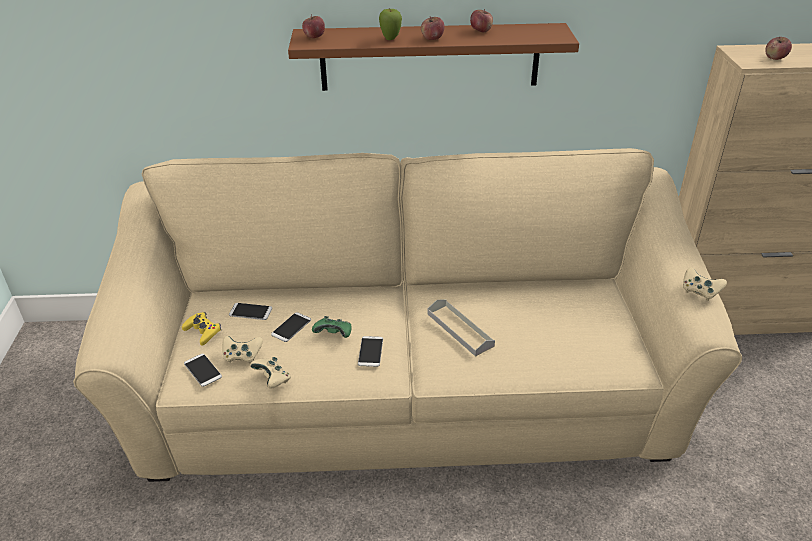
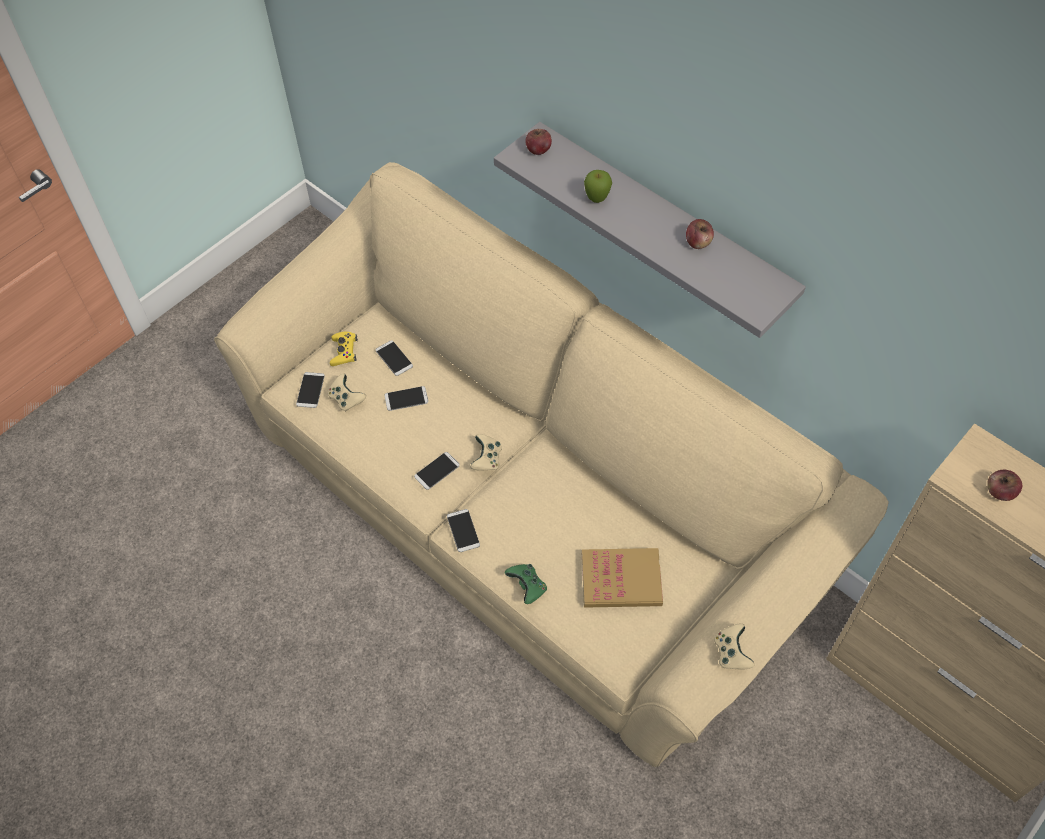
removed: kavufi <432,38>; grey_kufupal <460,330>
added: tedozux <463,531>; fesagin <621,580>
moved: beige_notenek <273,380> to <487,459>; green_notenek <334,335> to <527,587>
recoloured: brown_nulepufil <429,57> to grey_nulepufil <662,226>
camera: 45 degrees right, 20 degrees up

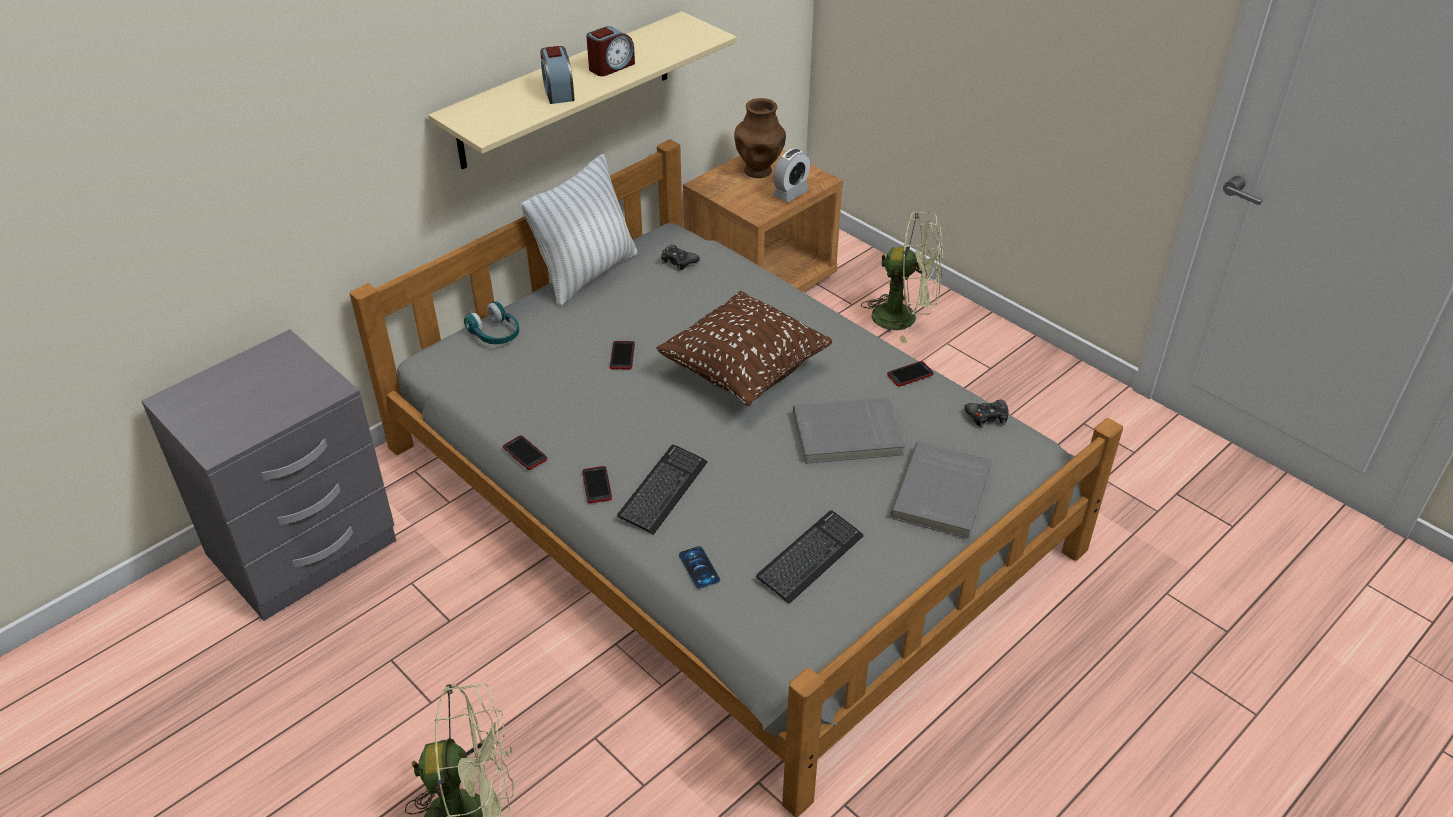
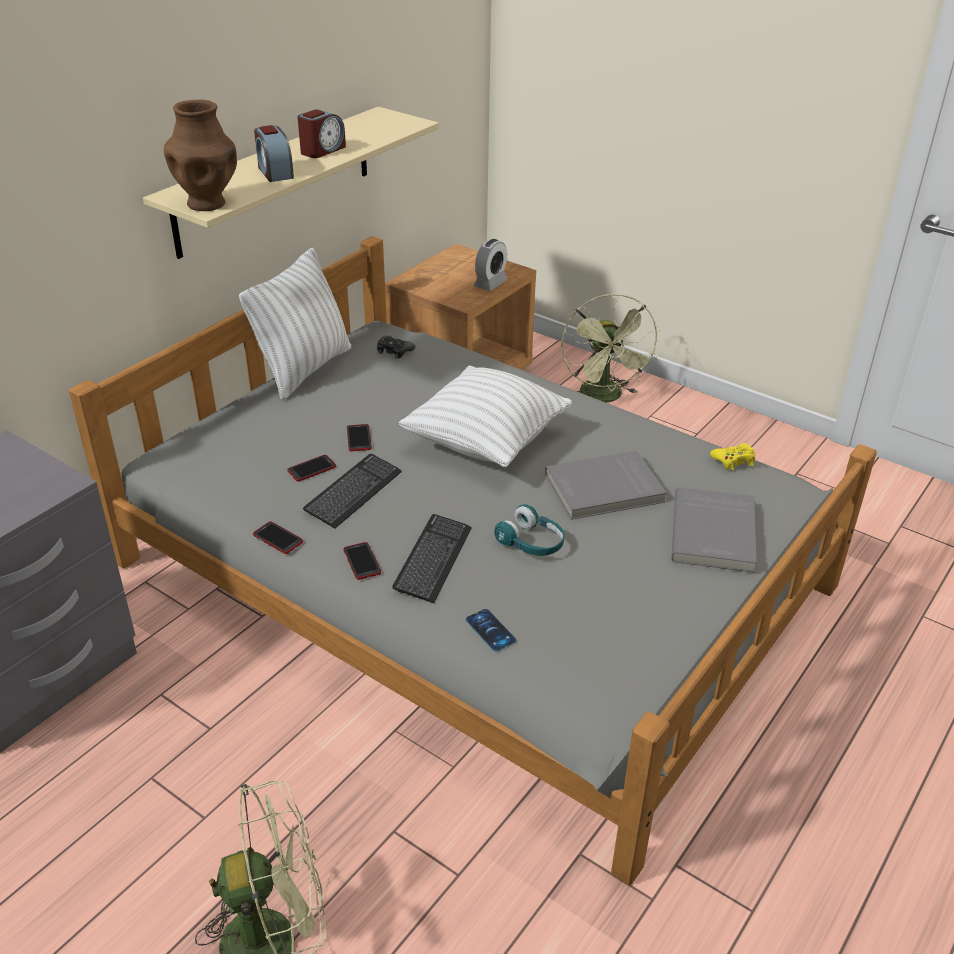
moved: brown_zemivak <759,171> to <207,204>; tedozux <910,374> to <312,469>; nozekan <810,558> to <353,492>; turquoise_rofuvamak <495,334> to <531,543>
recoloured: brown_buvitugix <744,372> to white_buvitugix <486,443>; black_notenek <987,417> to yellow_notenek <734,461>
turned: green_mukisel <904,318> = <605,397> 75 degrees clockwise
camera: 10 degrees left, 5 degrees down

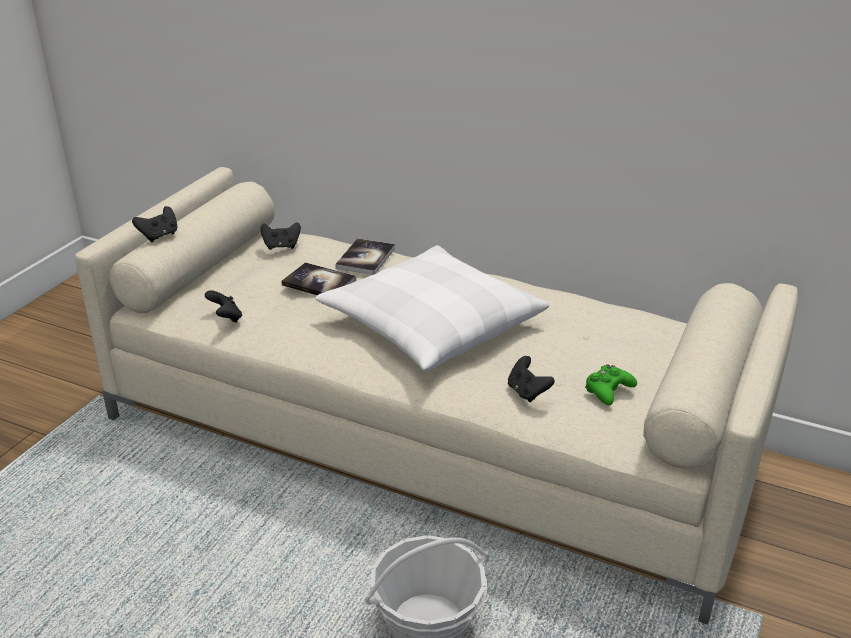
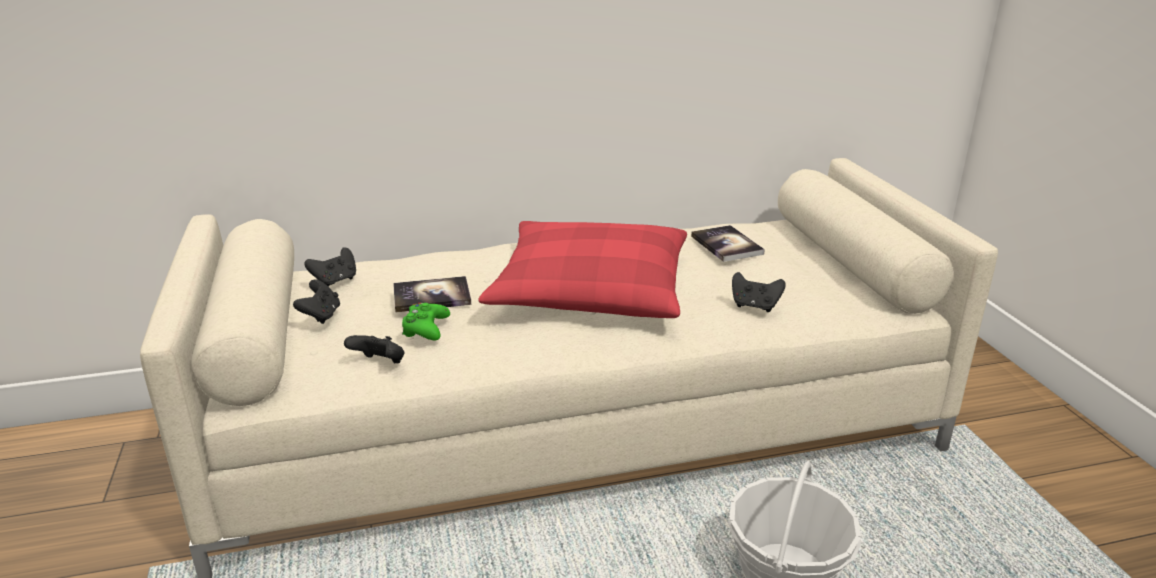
moved: black_notenek <159,236> to <321,316>; green_notenek <608,390> to <425,328>; fesagin <365,258> to <726,245>
recoloured: white_buvitugix <431,324> to red_buvitugix <590,290>
camera: 40 degrees left, 5 degrees down

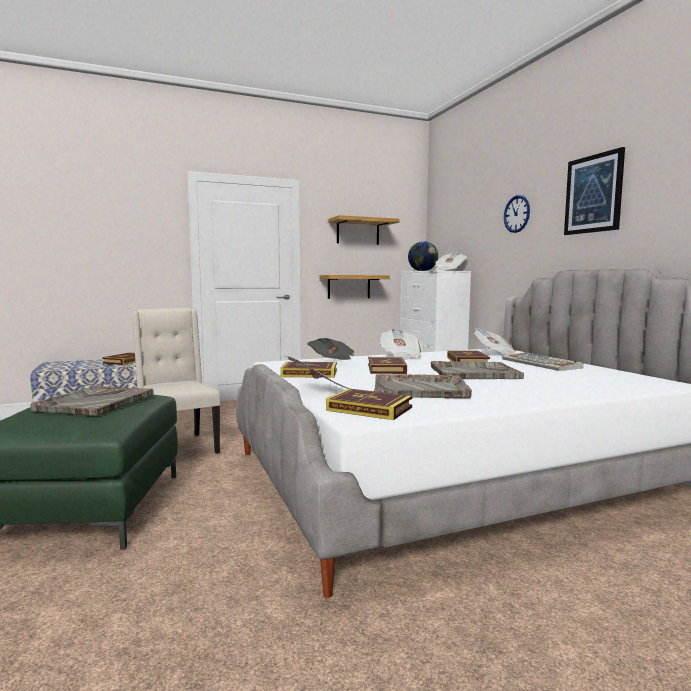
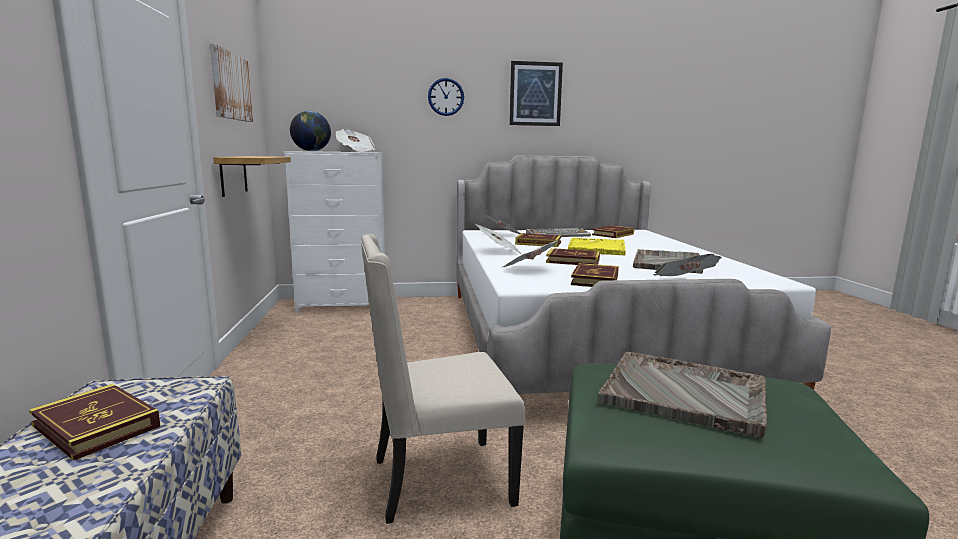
moved: fesagin <369,409> to <613,234>
replaced: nulepufil <358,232> to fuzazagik <231,86>
recoloured: grey_kufupal <473,372> to yellow_kufupal <596,248>
camera: 75 degrees left, 5 degrees up

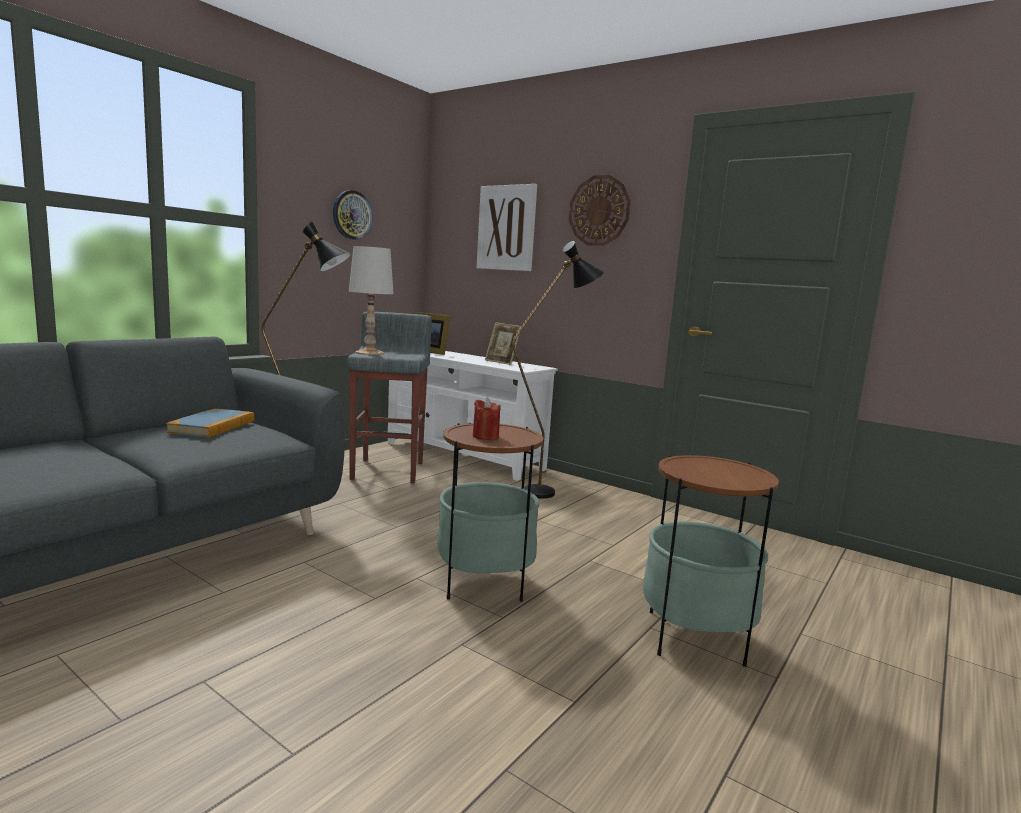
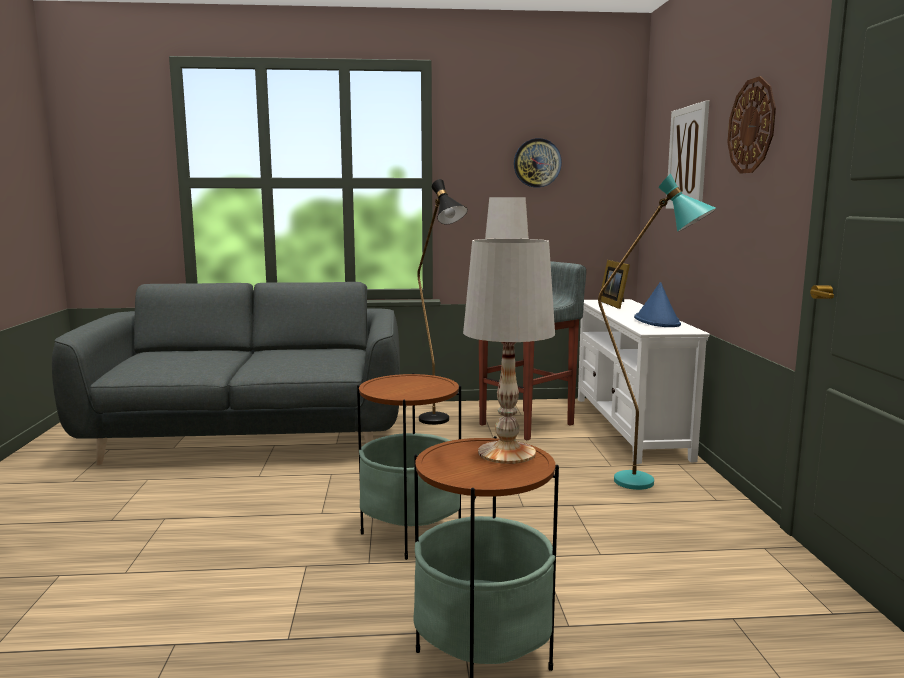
removed: fesagin <212,426>; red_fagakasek <485,436>
added: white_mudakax <506,452>
replaced: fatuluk <501,362> to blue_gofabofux <657,321>
recoloured: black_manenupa <550,492> to turquoise_manenupa <649,484>
camera: 50 degrees right, 0 degrees up

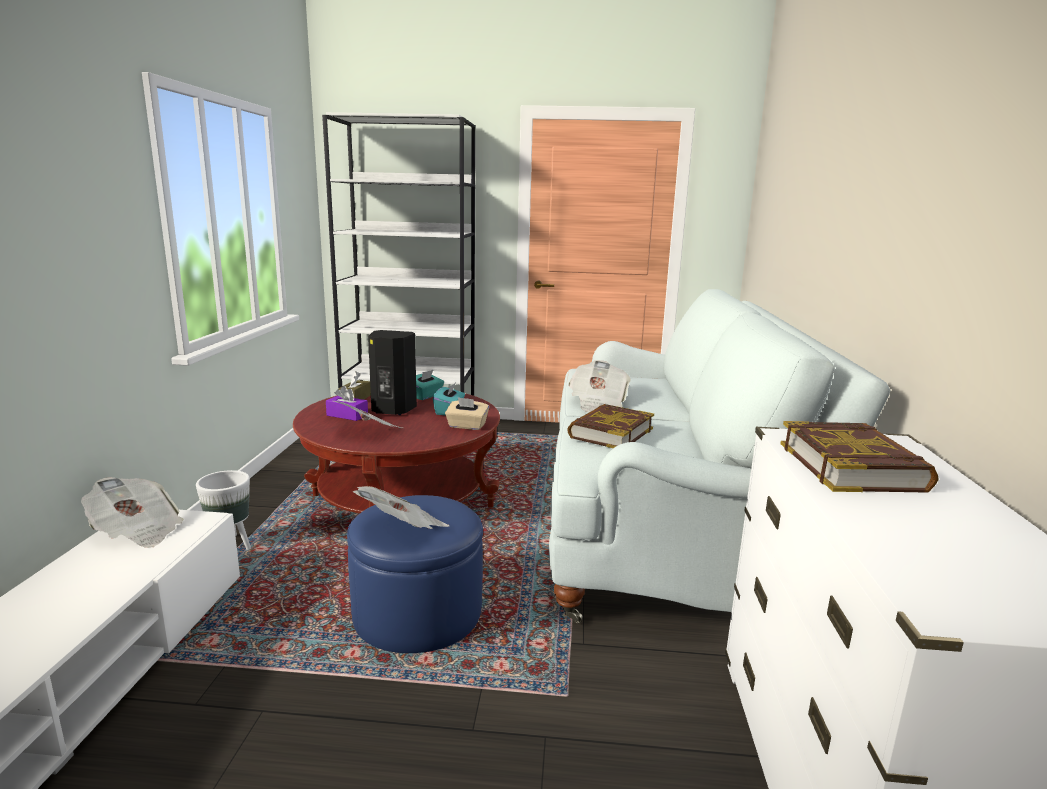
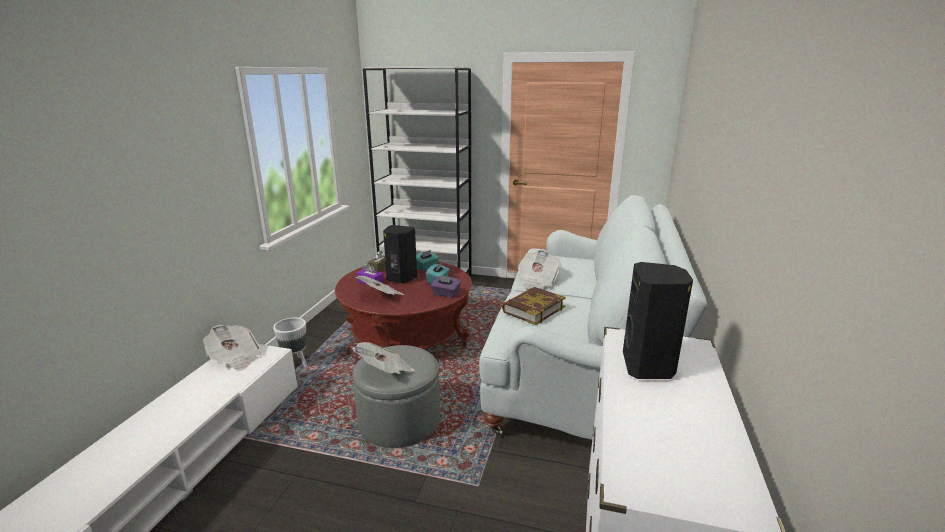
replaced: fesagin <851,466> to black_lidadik <649,366>
recoloured: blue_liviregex <418,613> to grey_liviregex <399,420>; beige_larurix <467,426> to purple_larurix <445,294>
camera: 10 degrees right, 5 degrees up

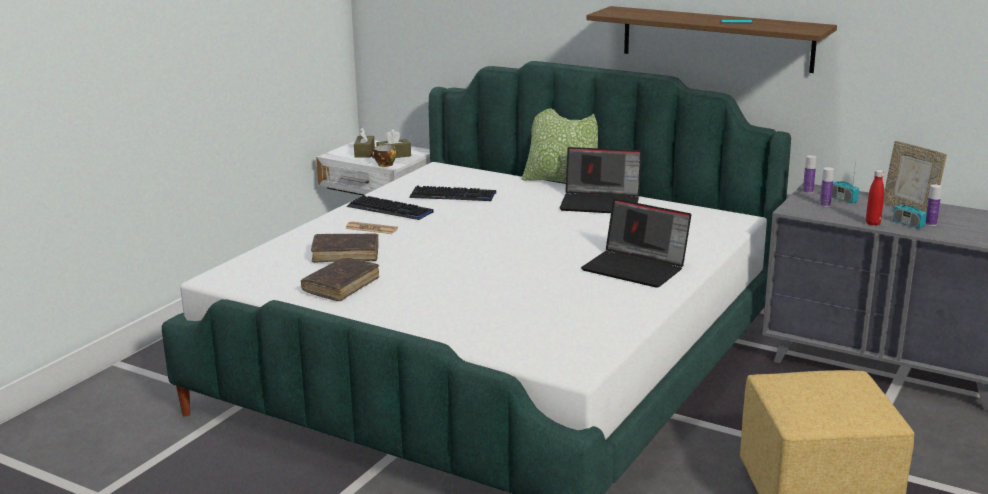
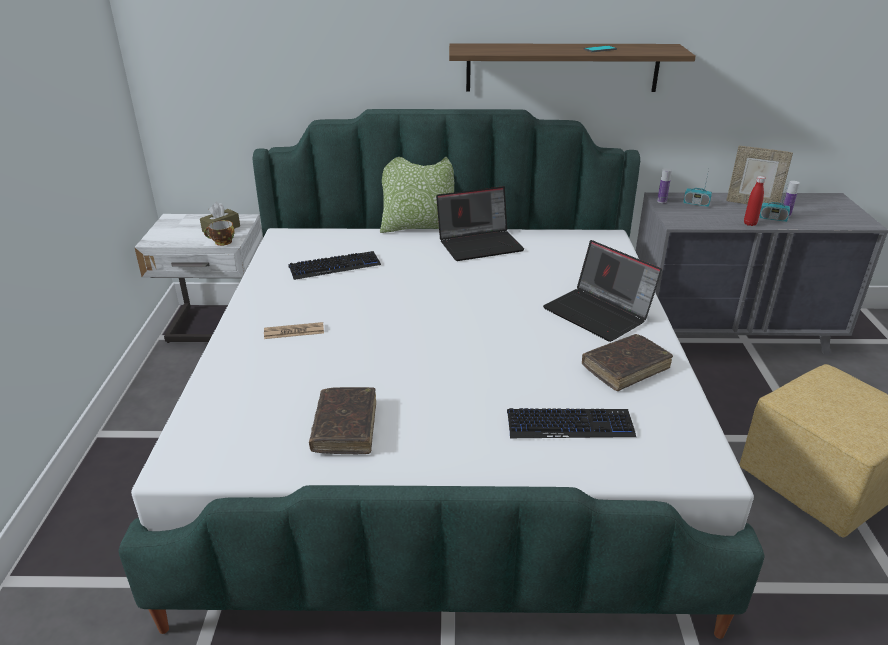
removed: brown_larurix <364,153>; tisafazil <825,205>
moved: nozekan <390,210> to <569,425>; brown_fesagin <346,254> to <625,368>
turned: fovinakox <636,268> = <599,313> 45 degrees clockwise
camera: 30 degrees left, 10 degrees up

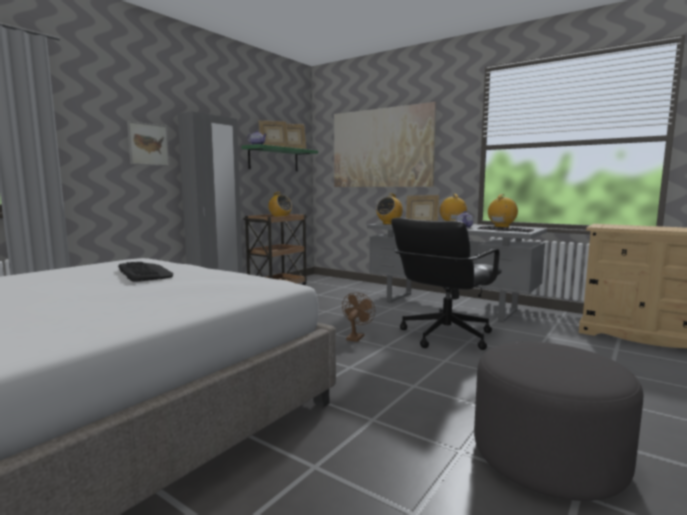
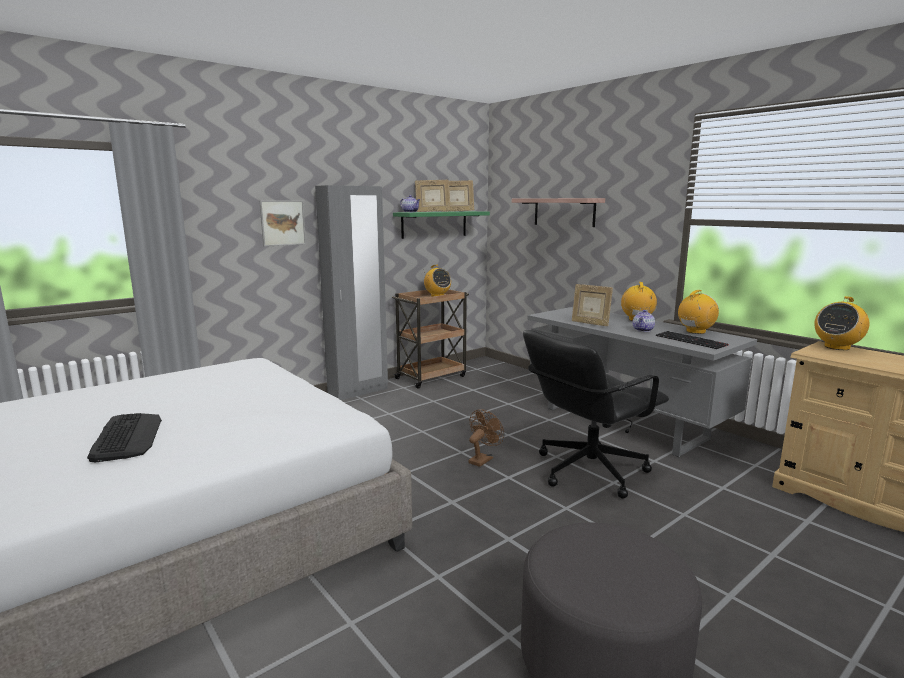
moved: nozekan <144,272> to <127,437>; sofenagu <389,224> to <837,347>
replaced: fuzazagik <381,148> to nulepufil <564,212>
camera: 15 degrees right, 5 degrees up

